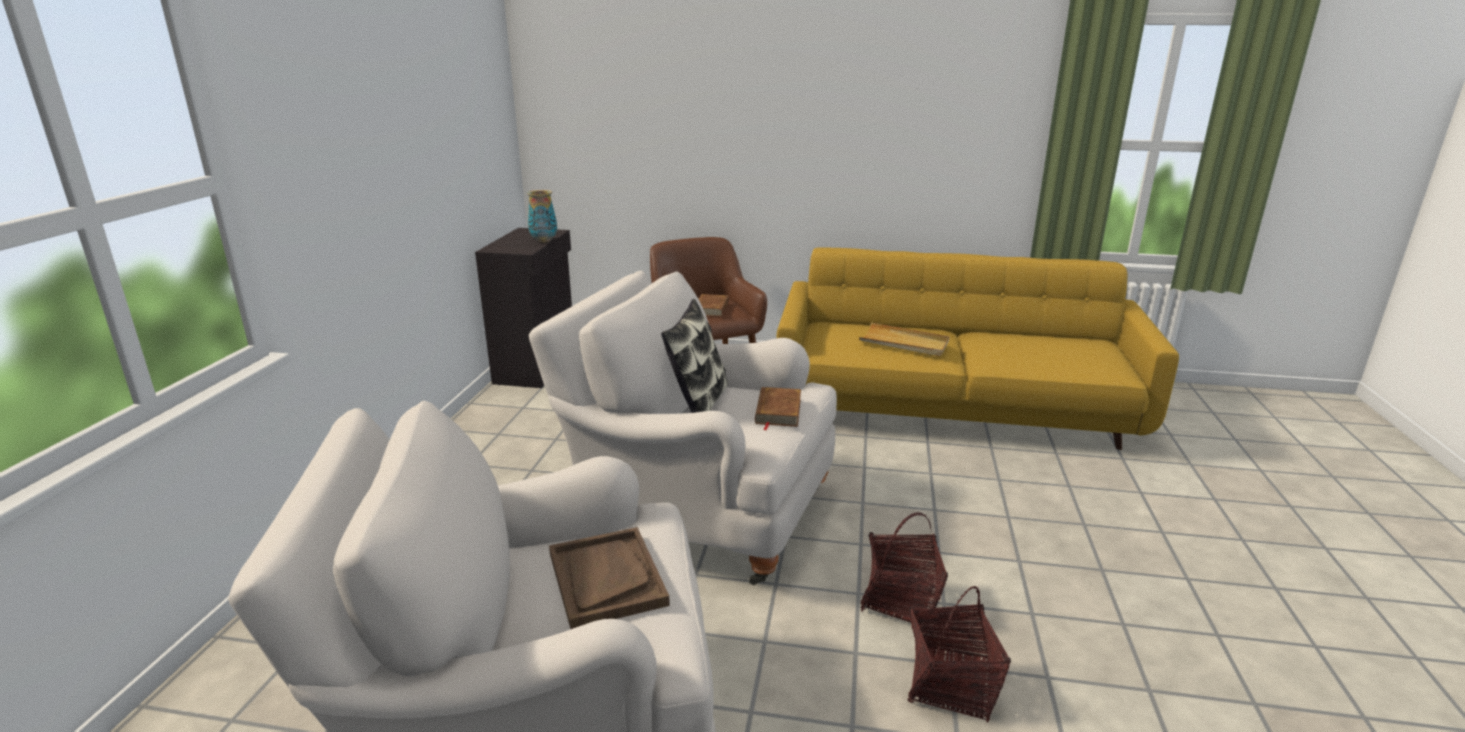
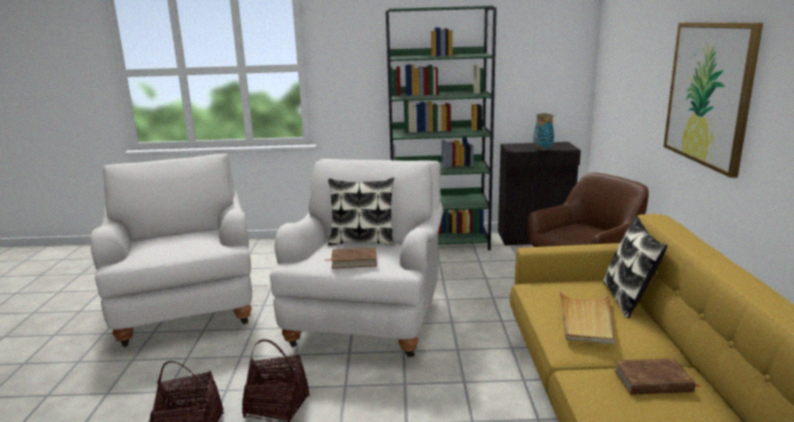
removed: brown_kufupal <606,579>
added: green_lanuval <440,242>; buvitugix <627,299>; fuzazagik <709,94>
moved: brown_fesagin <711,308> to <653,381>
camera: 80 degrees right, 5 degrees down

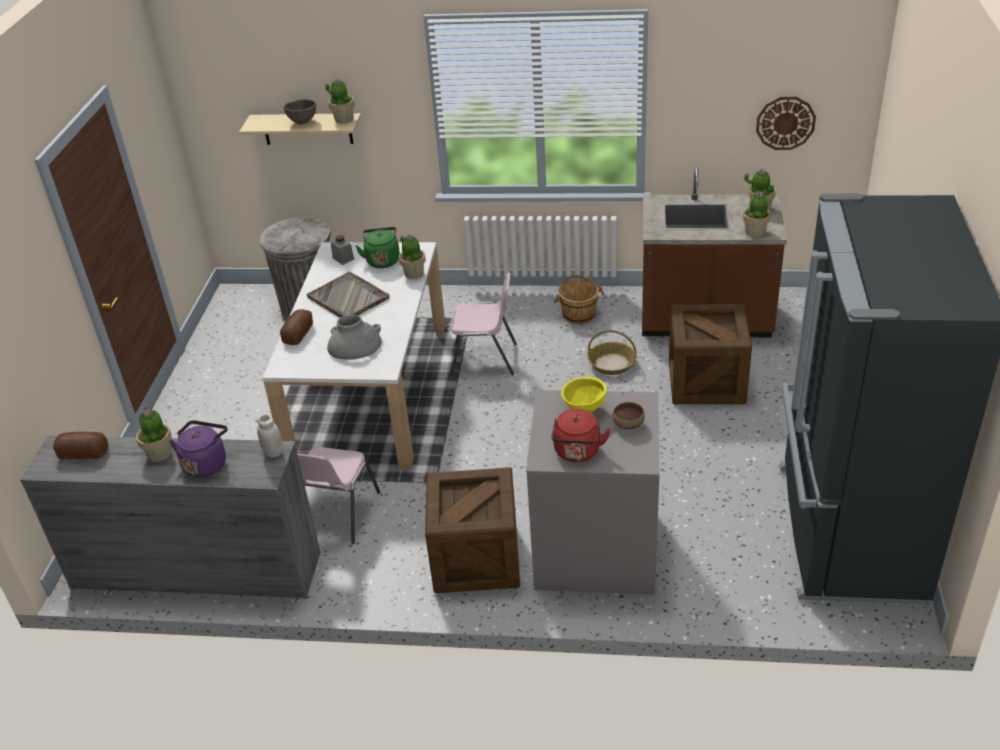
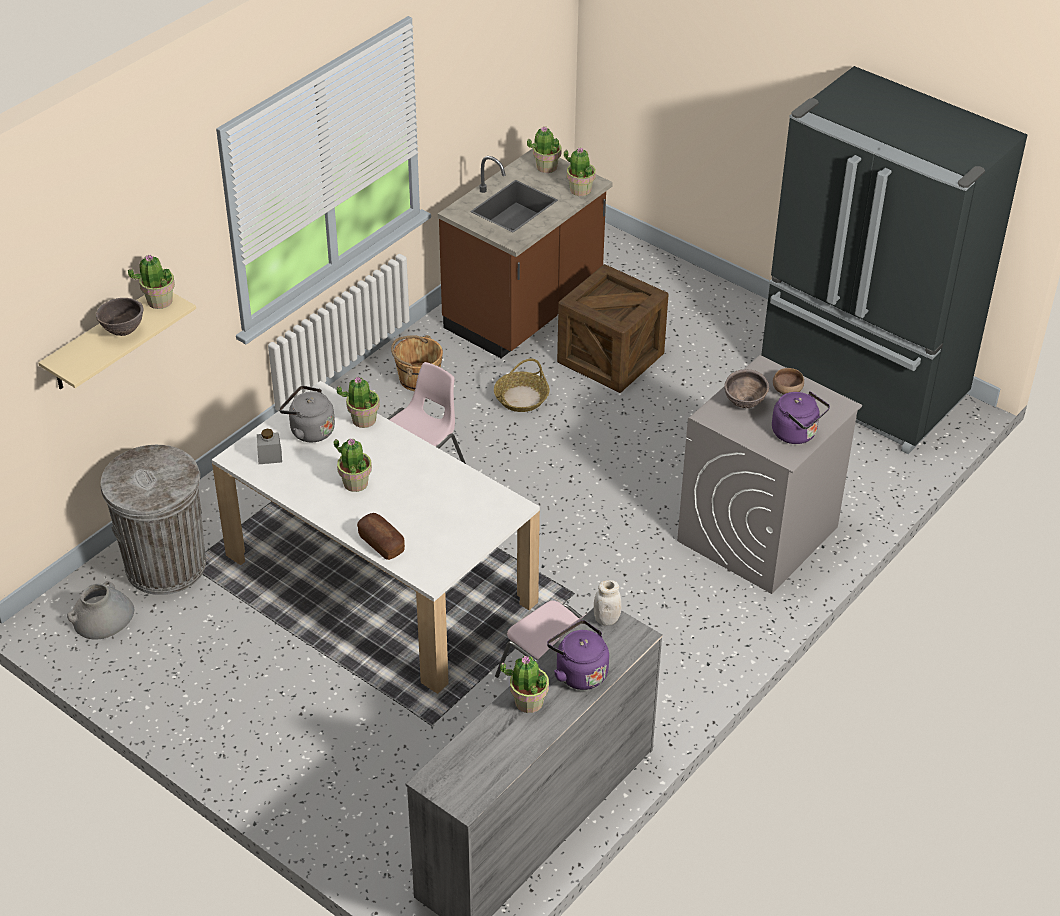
removed: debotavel <83,453>; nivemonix <476,559>; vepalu <785,123>
moved: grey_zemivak <354,345> to <102,616>
replaced: grey_kufupal <348,298> to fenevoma <355,483>
recoloured: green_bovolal <382,260> to grey_bovolal <309,430>; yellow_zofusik <584,409> to brown_zofusik <744,404>; red_bovolal <577,453> to purple_bovolal <797,434>
camera: 60 degrees left, 5 degrees up

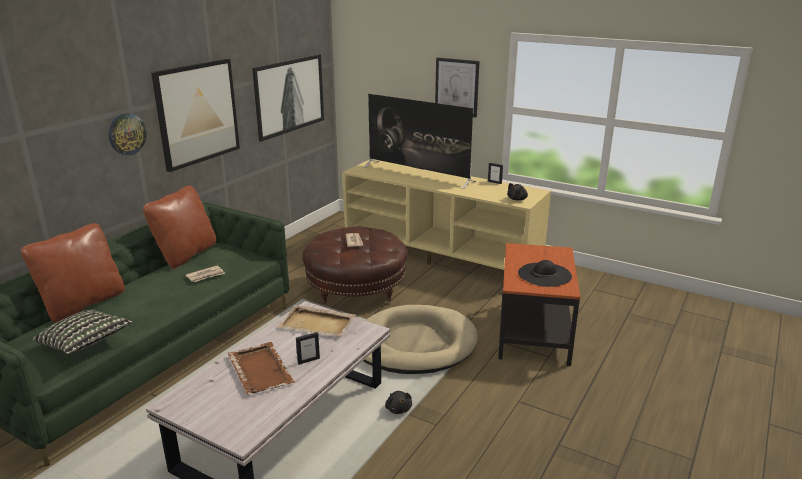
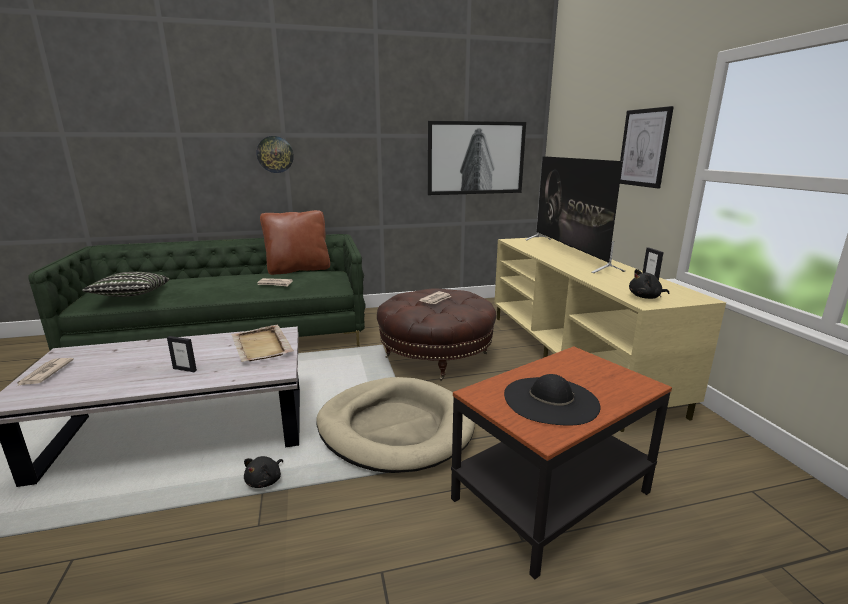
removed: brown_buvitugix <83,304>; fuzazagik <197,113>; brown_kufupal <260,369>
added: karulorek <45,373>
camera: 45 degrees right, 5 degrees down

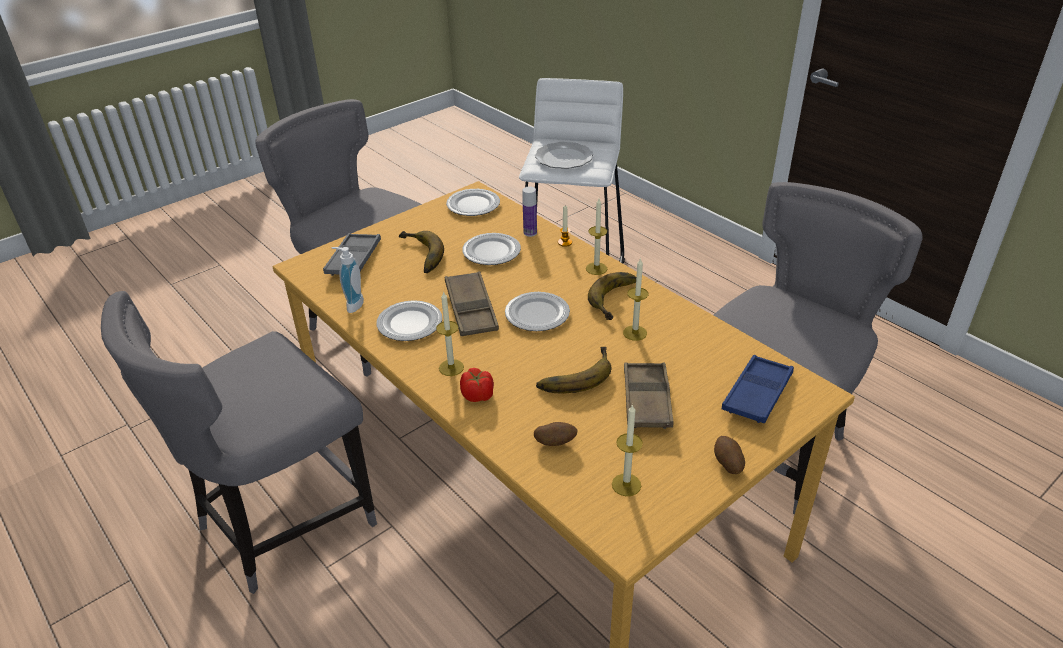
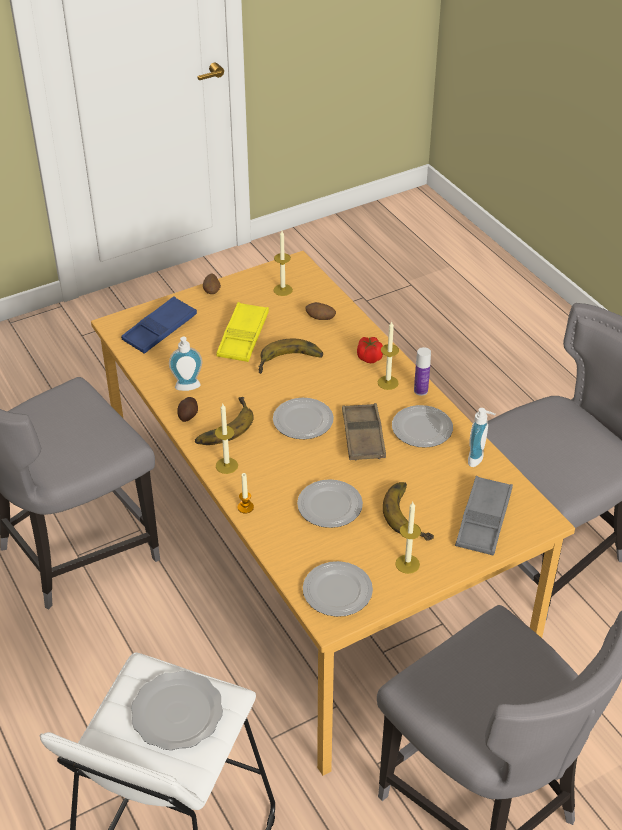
added: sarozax <188,388>; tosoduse <188,415>
moved: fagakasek <635,333> to <407,564>; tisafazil <530,233> to <420,391>
recoloured: brown_kufupal <646,400> to yellow_kufupal <243,337>
camera: 170 degrees left, 5 degrees up

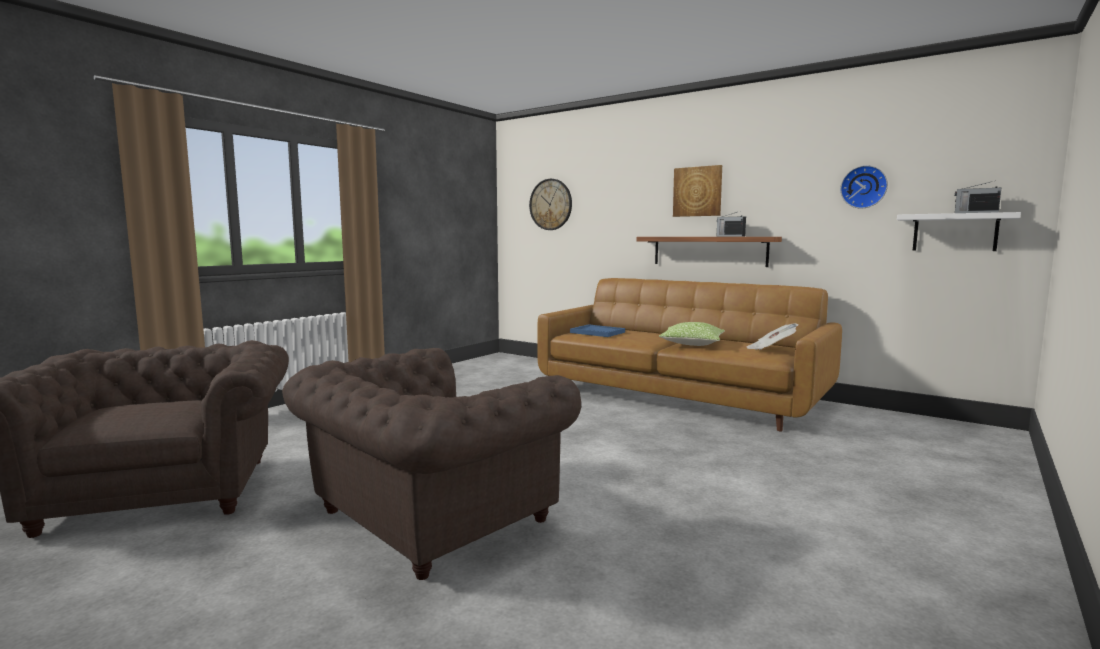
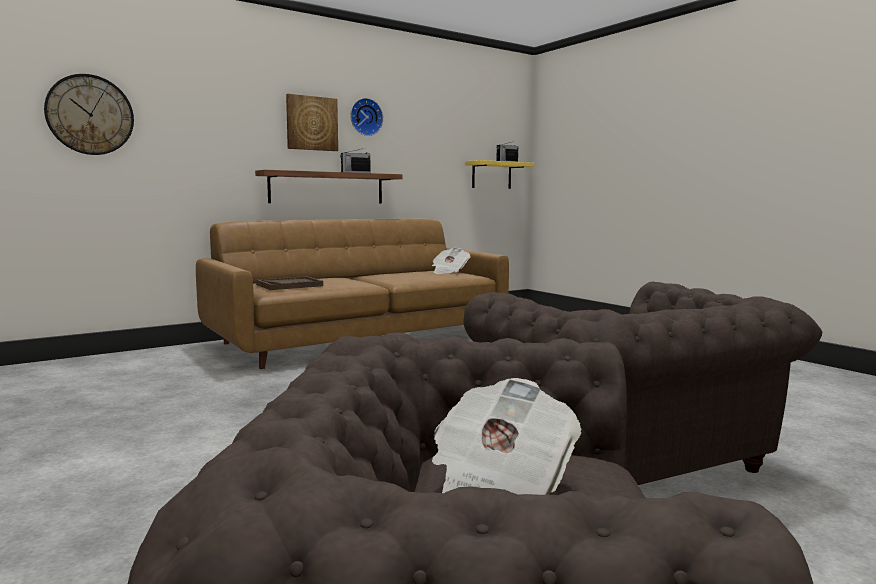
removed: buvitugix <692,344>
added: karulorek <498,484>
moved: vepalu <864,187> to <365,117>
recoloured: blue_kufupal <597,332> to brown_kufupal <289,285>; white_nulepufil <954,232> to yellow_nulepufil <491,175>
camera: 70 degrees left, 0 degrees up

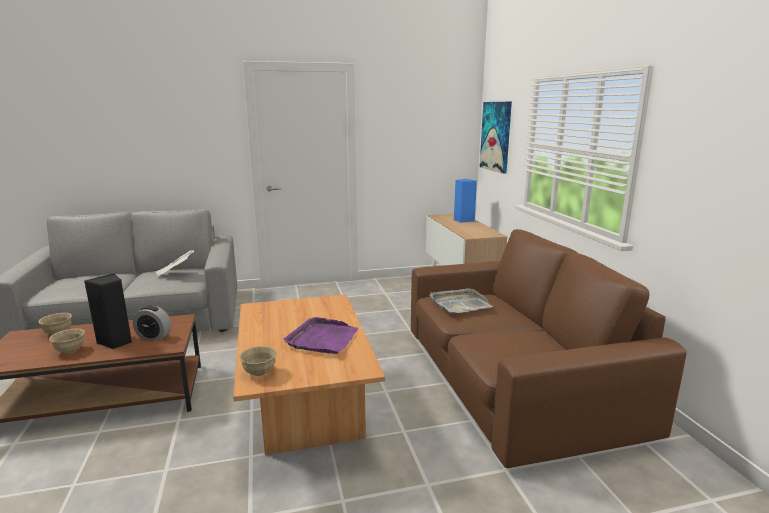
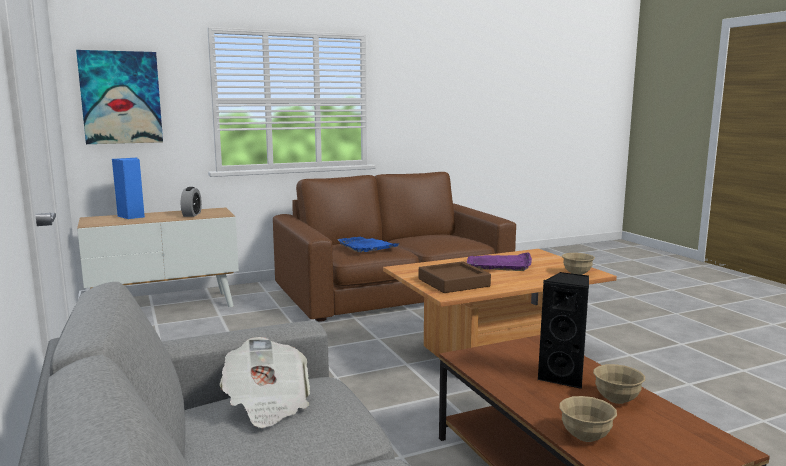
added: brown_kufupal <453,282>
moved: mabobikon <154,336> to <192,214>
recoloured: grey_kufupal <459,303> to blue_kufupal <367,246>
camera: 100 degrees left, 5 degrees down

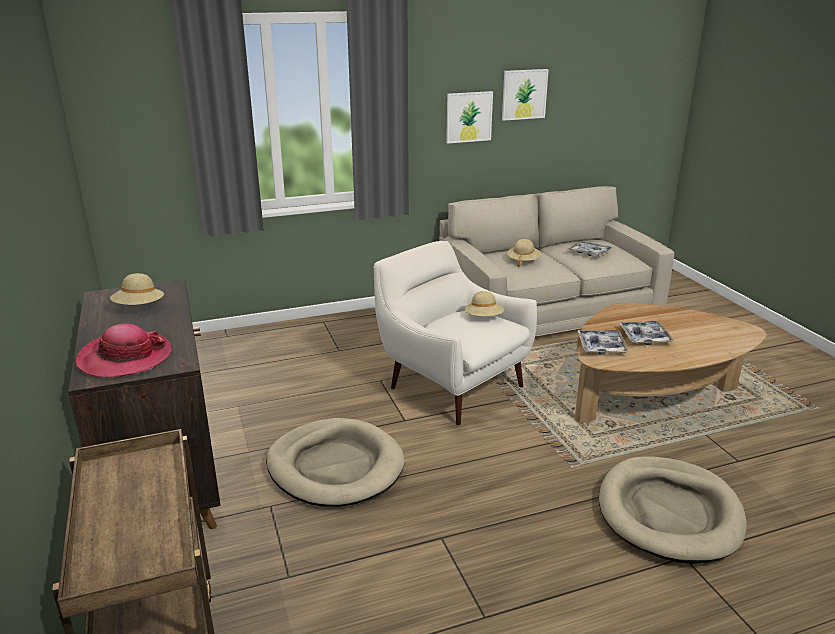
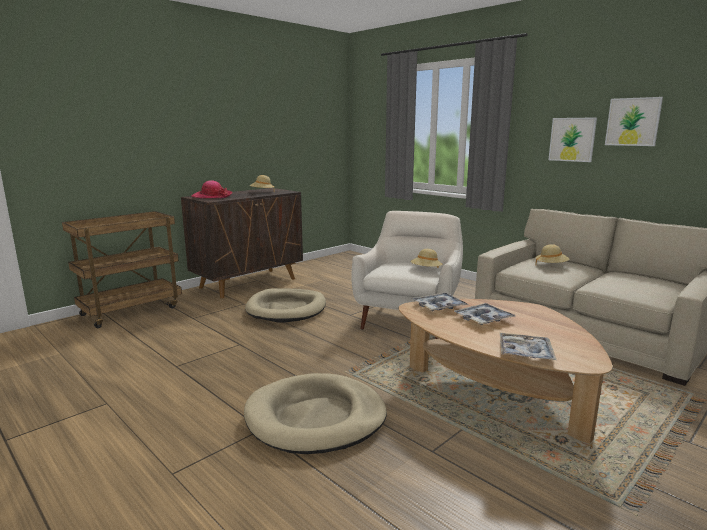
moved: kufupal <589,253> to <525,352>
camera: 65 degrees right, 10 degrees down

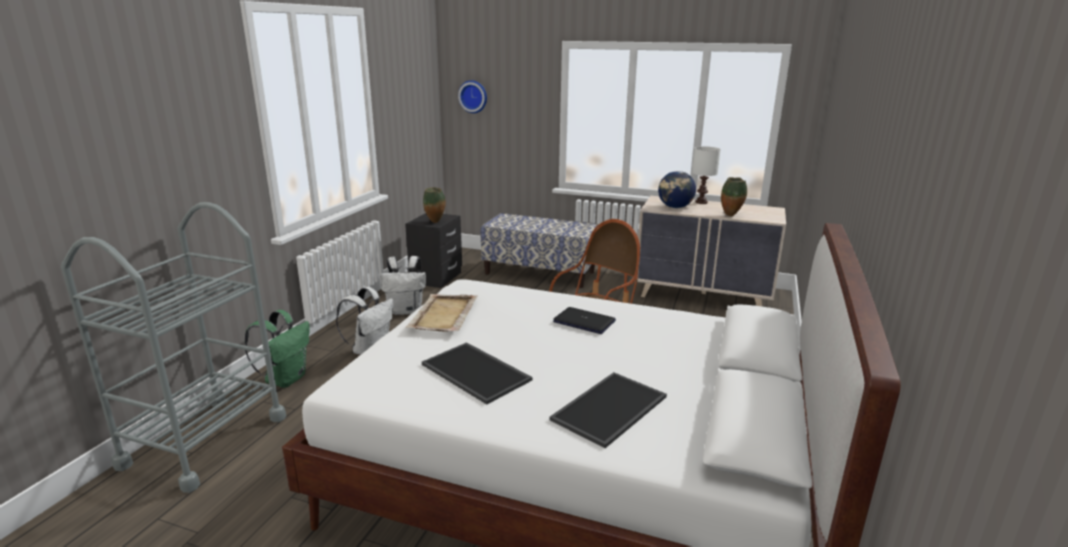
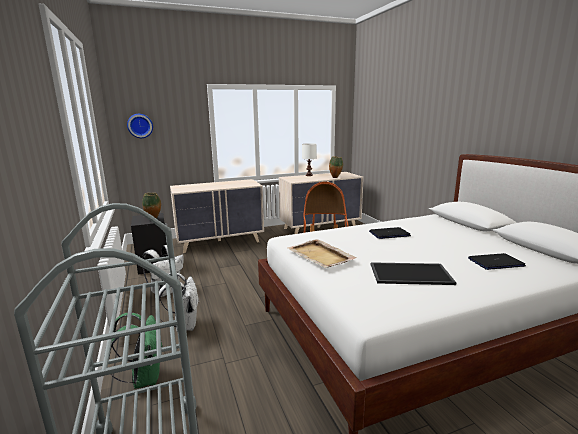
removed: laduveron <675,207>
replaced: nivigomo <540,273> to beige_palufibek <220,242>; kufupal <610,409> to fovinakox <495,262>
camera: 40 degrees left, 5 degrees down

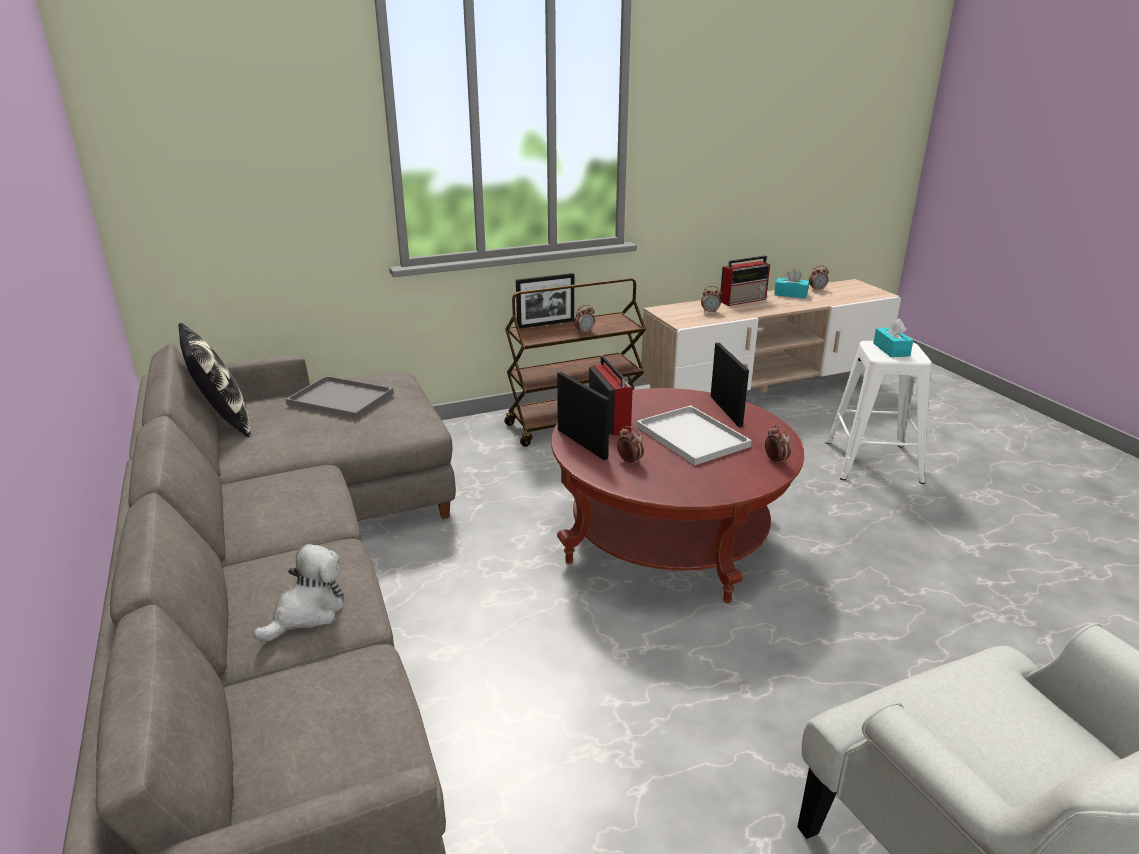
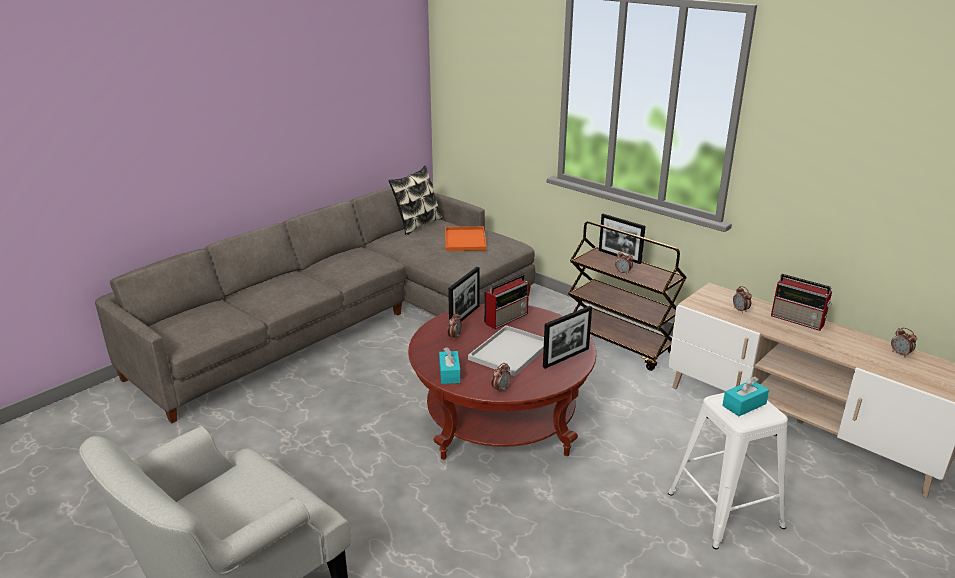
removed: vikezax <307,613>
moved: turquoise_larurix <790,294> to <449,373>
recoloured: grey_kufupal <343,399> to orange_kufupal <465,240>
camera: 65 degrees right, 0 degrees up

